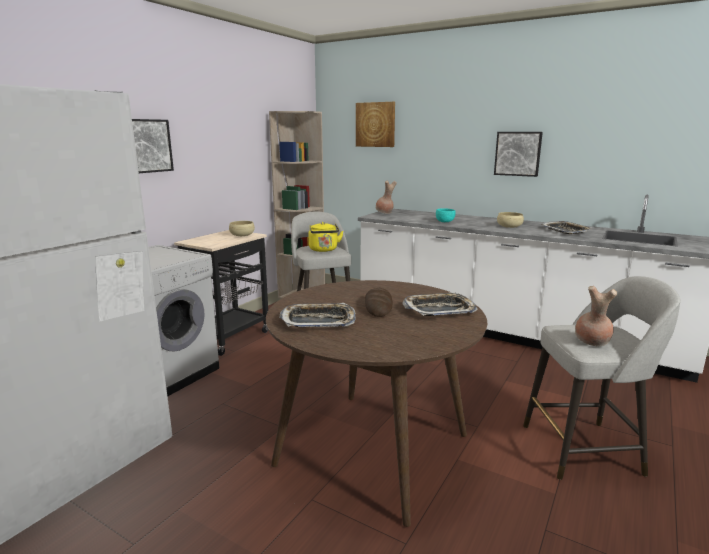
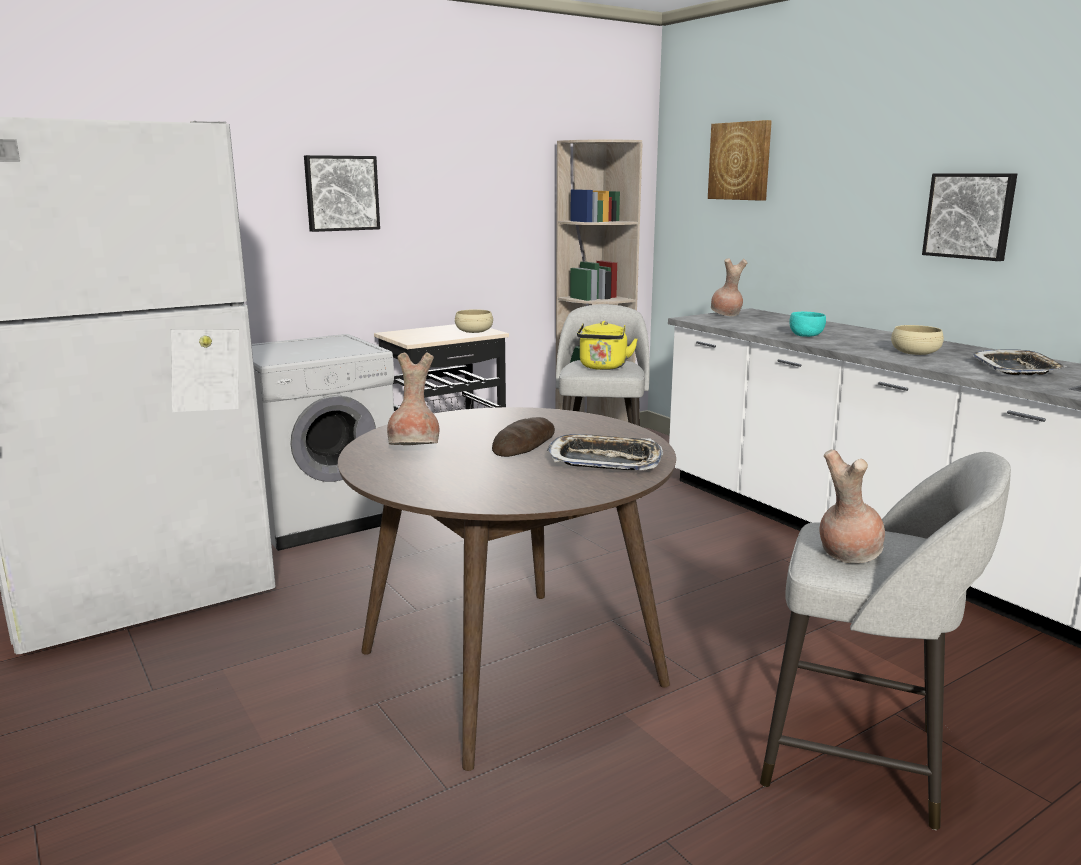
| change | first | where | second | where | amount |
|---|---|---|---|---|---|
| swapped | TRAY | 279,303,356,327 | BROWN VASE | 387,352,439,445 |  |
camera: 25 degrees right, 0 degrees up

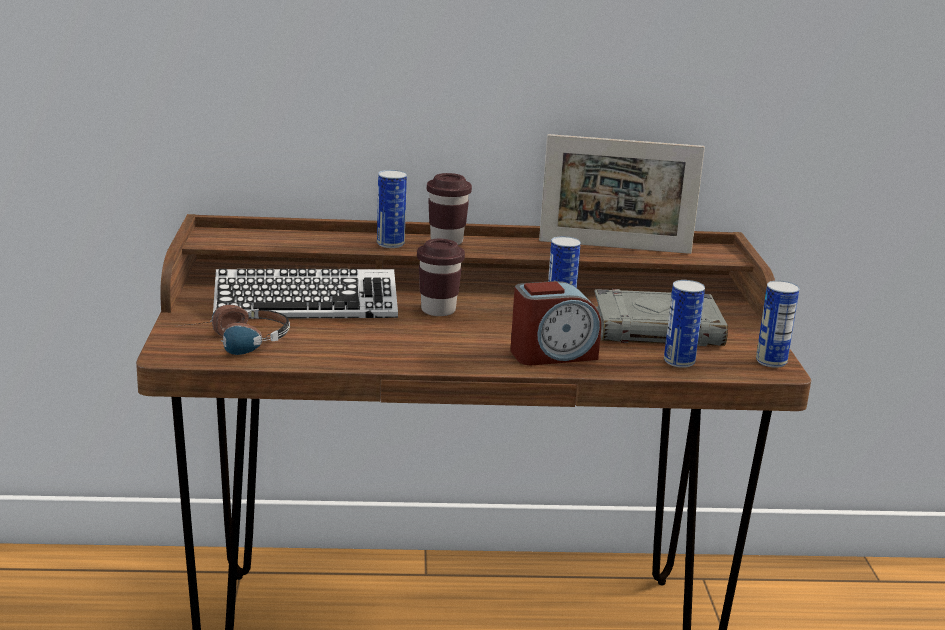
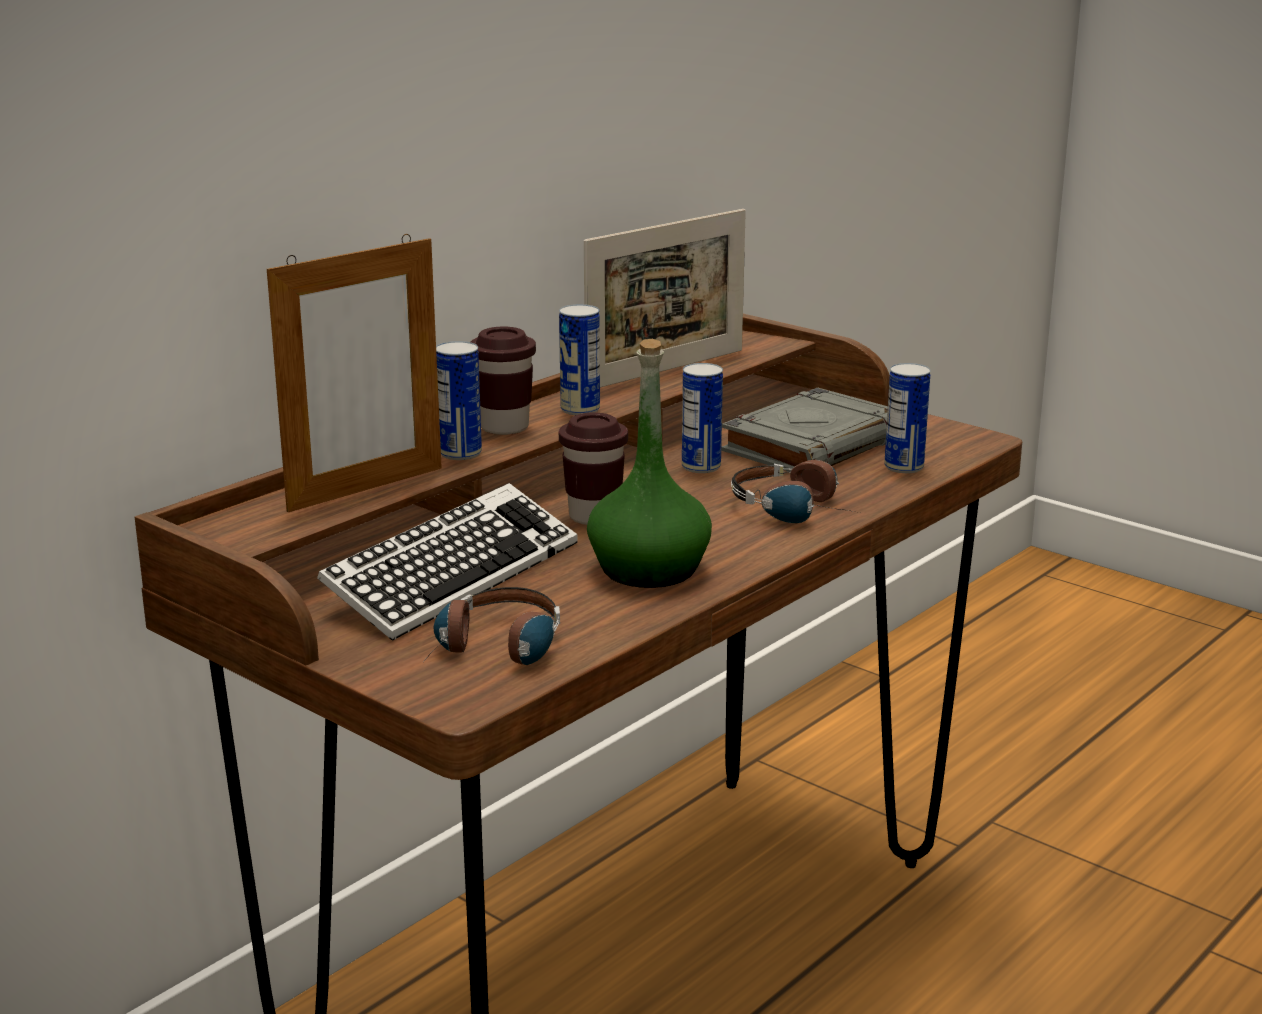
| change | first | where | second | where | amount |
|---|---|---|---|---|---|
| new |  |  | PICTURE FRAME | 267,234,442,512 |  |
| shifted | CAN | 756,281,800,368 |  | 559,304,600,415 |  |
| new |  |  | GREEN BOTTLE | 587,339,712,588 |  |
| swapped | ALARM CLOCK | 510,281,601,365 | HEADPHONES | 731,460,859,523 |  |
camera: 45 degrees left, 0 degrees up

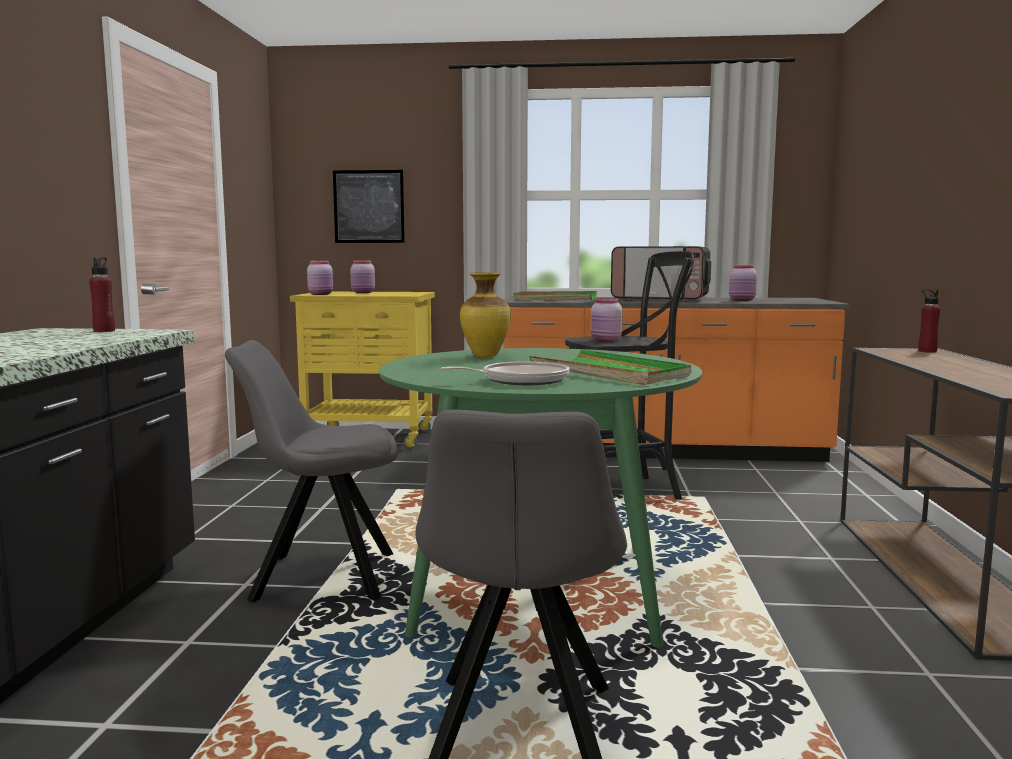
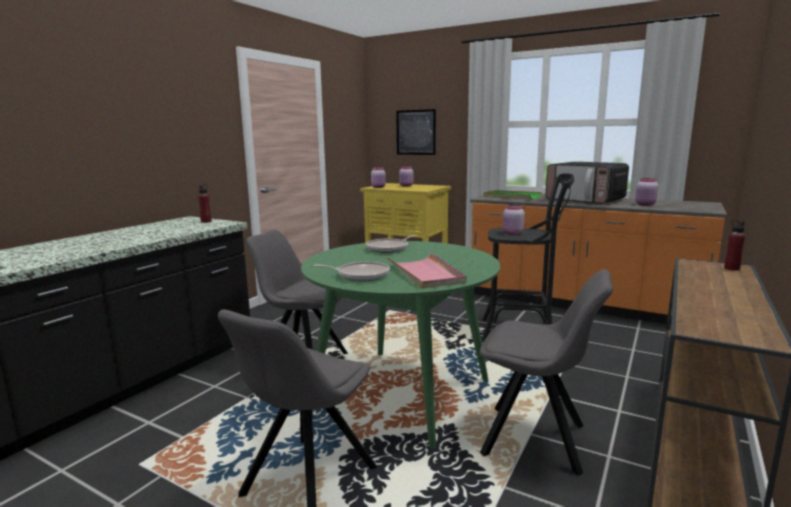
| change | first | where | second | where | amount |
|---|---|---|---|---|---|
| swapped | VASE | 460,273,511,357 | FRYING PAN | 366,235,417,253 |  |
| repainted | GREEN TRAY | 529,349,691,385 | PINK TRAY | 387,253,467,289 |  |
| new |  |  | GREY CHAIR | 480,269,613,475 |  |
camera: 25 degrees right, 5 degrees up

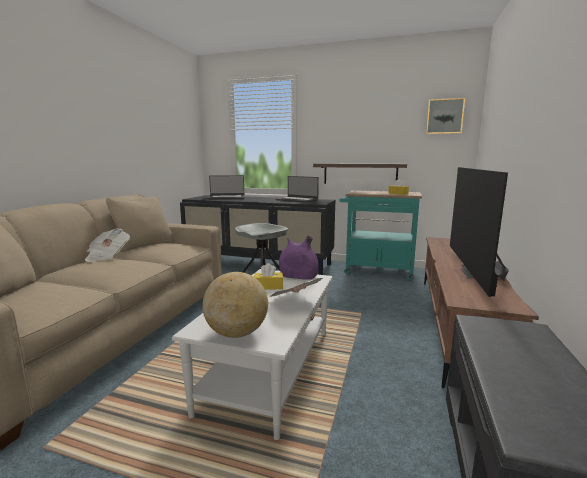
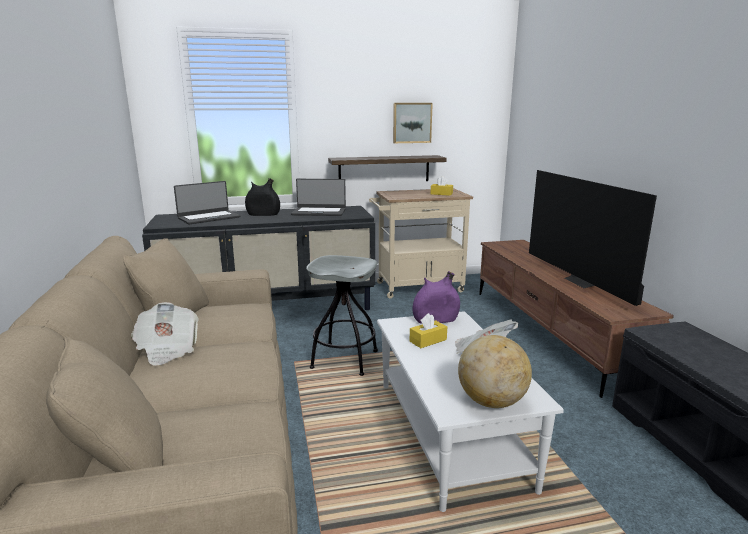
| change | first | where | second | where | amount |
|---|---|---|---|---|---|
| new |  |  | BLACK VASE | 245,178,280,216 |  |
| repainted | TURQUOISE CART | 339,190,422,280 | BEIGE CART | 369,188,473,298 |  |
| shifted | PICTURE | 426,98,465,134 |  | 393,103,433,143 |  |
camera: 30 degrees left, 5 degrees up

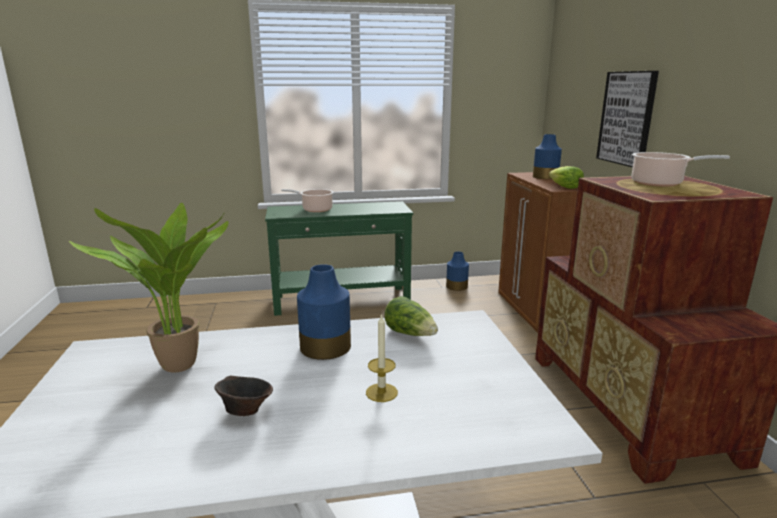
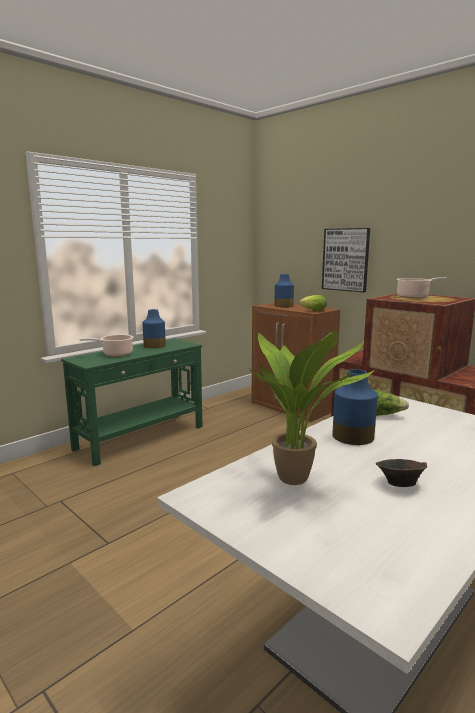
| change | first | where | second | where | amount |
|---|---|---|---|---|---|
| shifted | BLUE VASE | 446,252,469,291 |  | 142,309,166,348 |  |
| gone | CANDLE | 366,314,398,402 |  |  |  |
camera: 35 degrees left, 5 degrees down

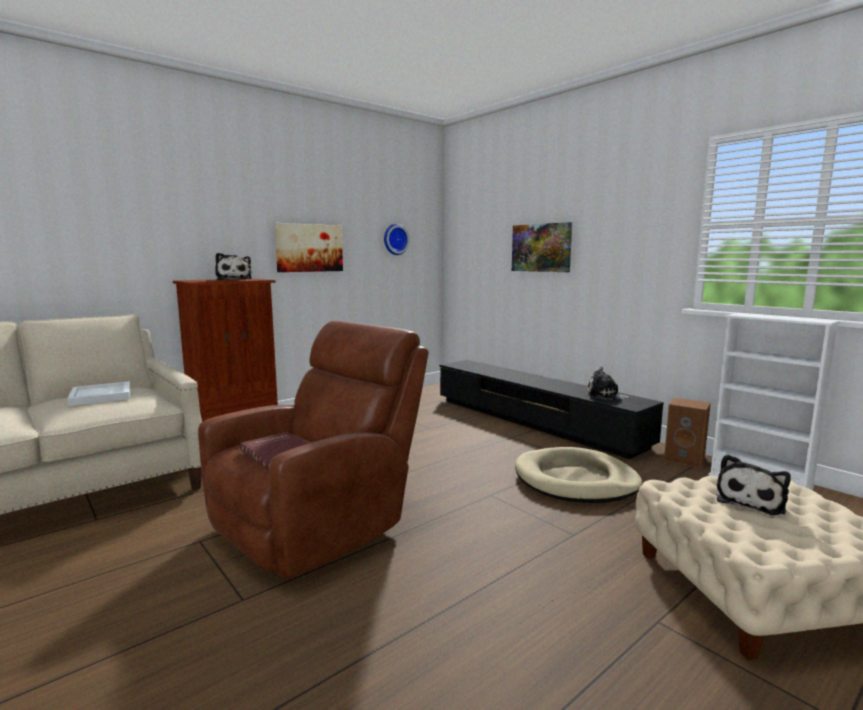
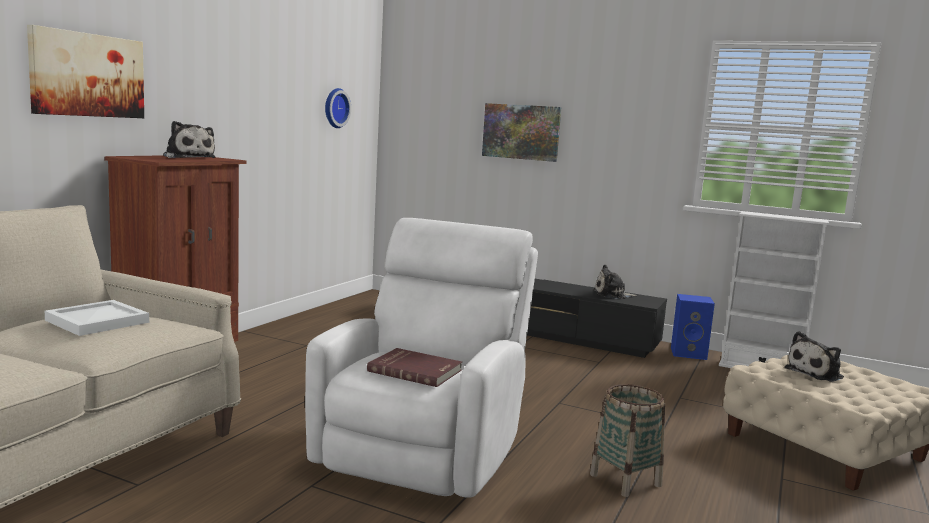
| change | first | where | second | where | amount |
|---|---|---|---|---|---|
| shifted | PICTURE | 275,223,343,272 |  | 27,25,144,118 |  |
| repainted | BROWN ARMCHAIR | 198,320,429,578 | WHITE ARMCHAIR | 305,218,538,498 |  |
| new |  |  | BASKET | 590,384,665,497 |  |
| repainted | BROWN SPEAKER | 664,398,711,468 | BLUE SPEAKER | 671,294,715,360 |  |
| rotated | PLUSH TOY | 716,454,791,515 |  | 785,331,844,382 | 45 degrees clockwise |
| gone | BEIGE DOG BED | 515,447,642,503 |  |  |  |
camera: 25 degrees left, 0 degrees up

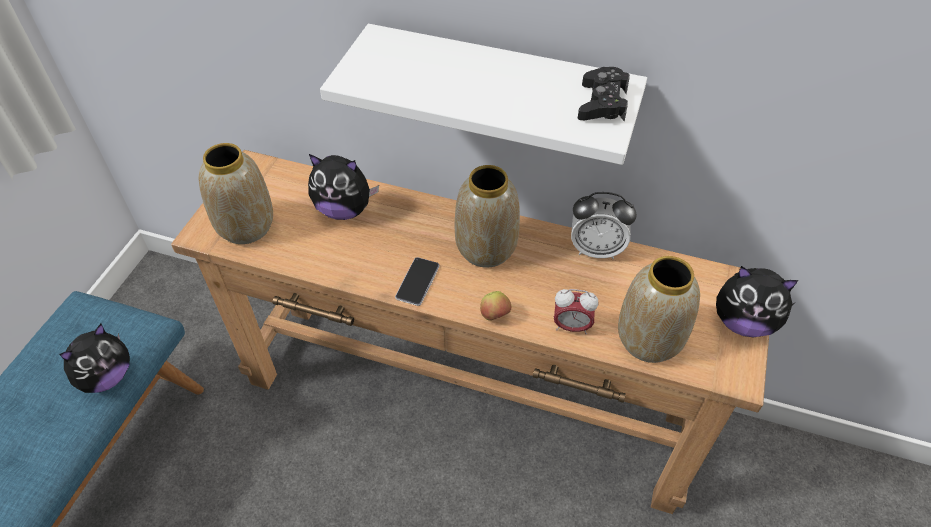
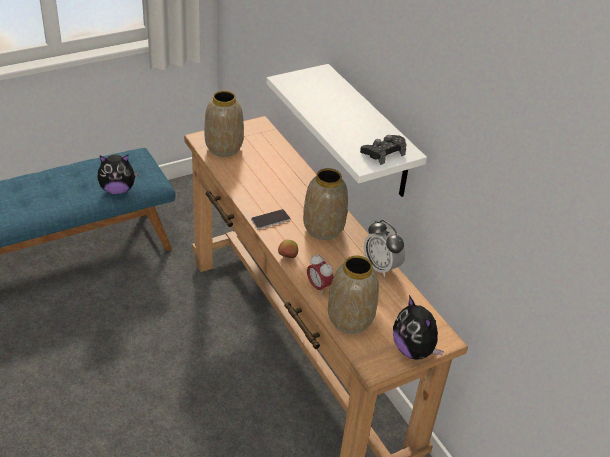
| change | first | where | second | where | amount |
|---|---|---|---|---|---|
| gone | PLUSH TOY | 308,154,379,220 |  |  |  |
camera: 40 degrees right, 10 degrees down

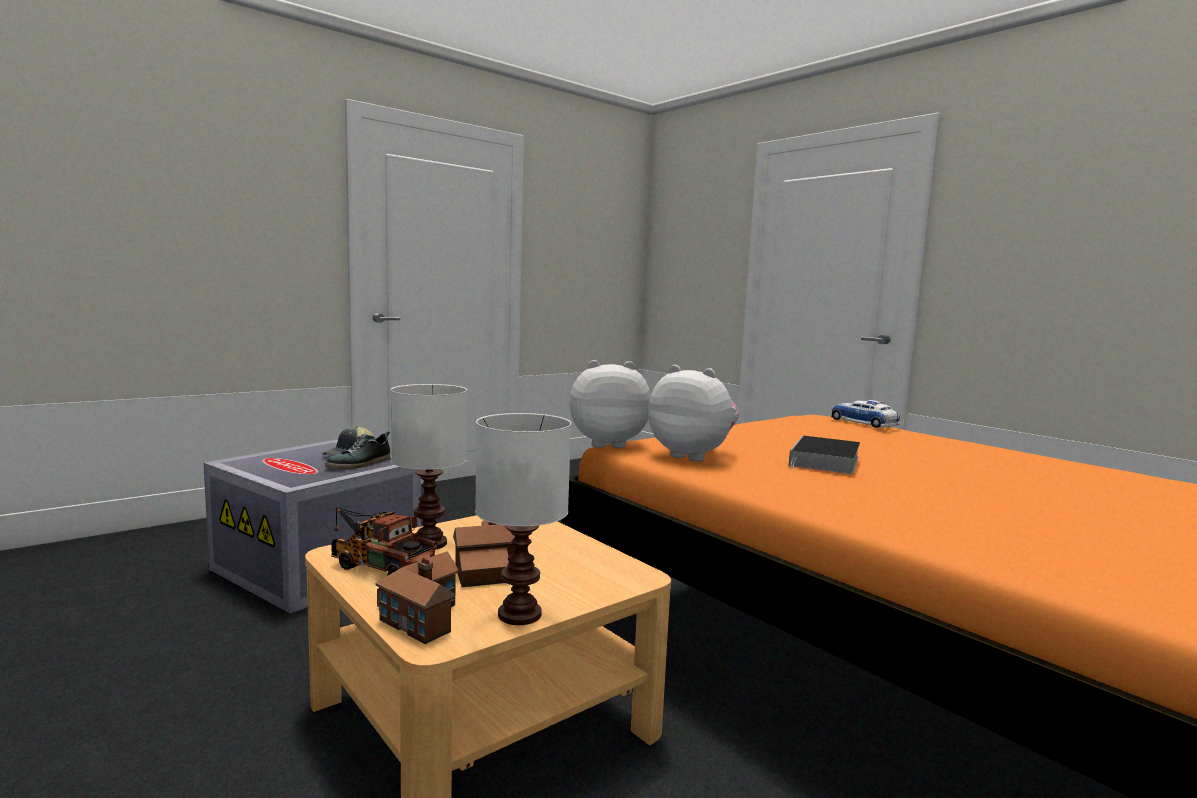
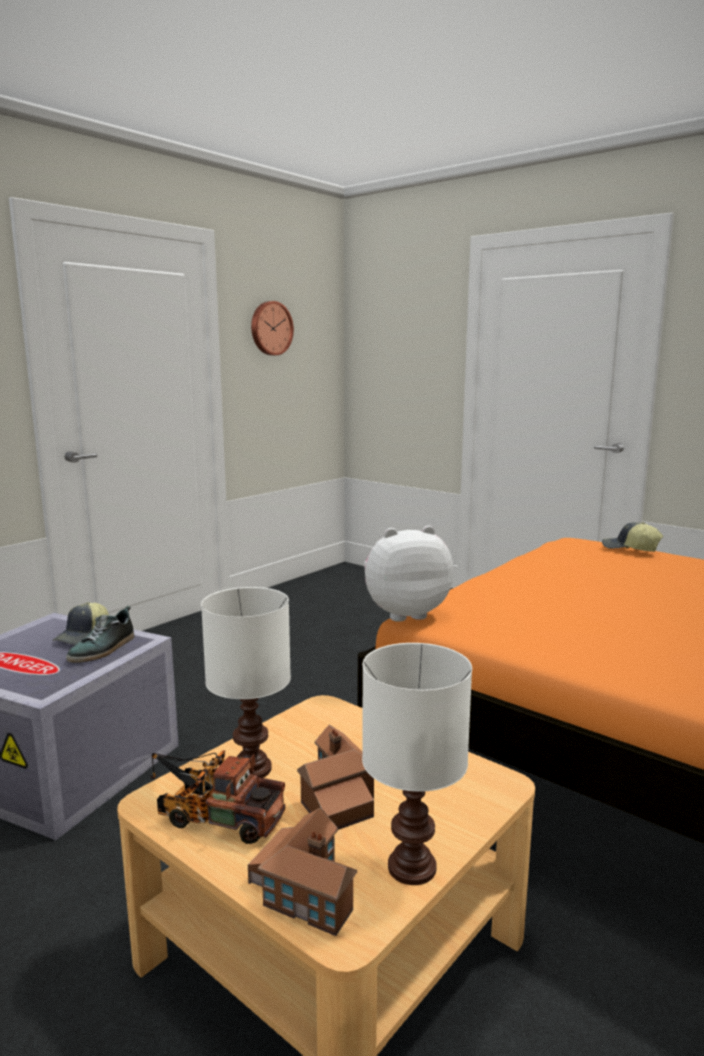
| change | first | where | second | where | amount |
|---|---|---|---|---|---|
| new |  |  | WALL CLOCK | 251,301,294,355 |  |
| swapped | TOY CAR | 831,400,900,428 | CAP | 602,522,663,552 |  |
| gone | PLUSH TOY | 648,365,739,462 |  |  |  |
| gone | BOOK | 789,436,860,474 |  |  |  |
camera: 10 degrees left, 5 degrees up

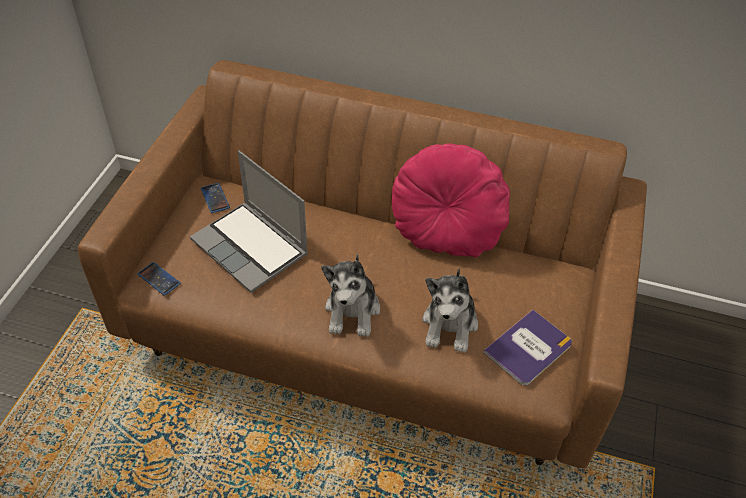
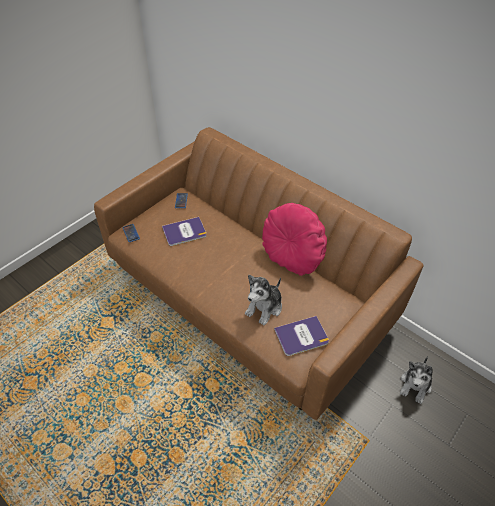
| change | first | where | second | where | amount |
|---|---|---|---|---|---|
| swapped | LAPTOP | 190,150,308,293 | BOOK | 162,217,207,246 |  |
| shifted | PLUSH TOY | 322,254,380,337 |  | 400,356,433,404 |  |
camera: 25 degrees right, 0 degrees up

